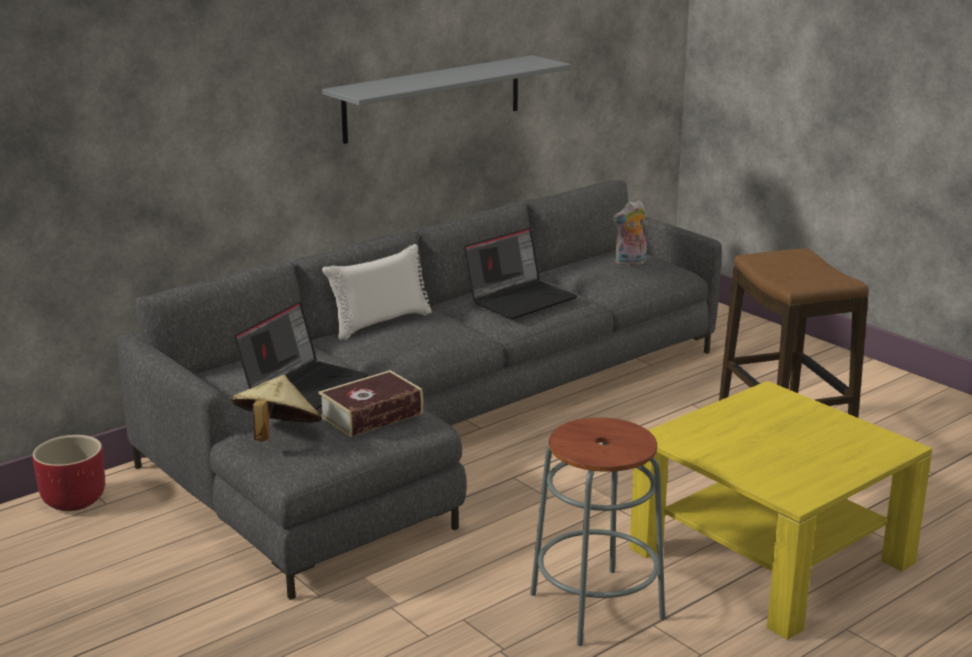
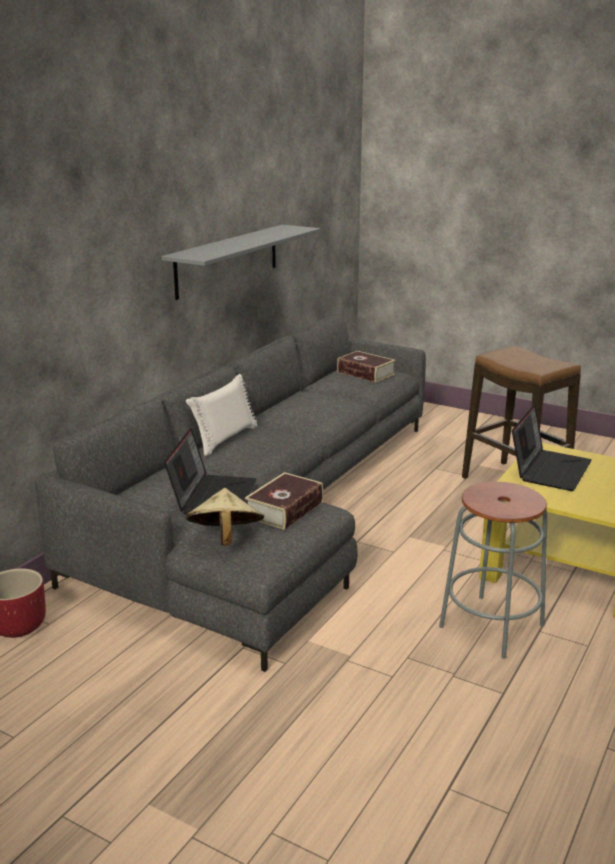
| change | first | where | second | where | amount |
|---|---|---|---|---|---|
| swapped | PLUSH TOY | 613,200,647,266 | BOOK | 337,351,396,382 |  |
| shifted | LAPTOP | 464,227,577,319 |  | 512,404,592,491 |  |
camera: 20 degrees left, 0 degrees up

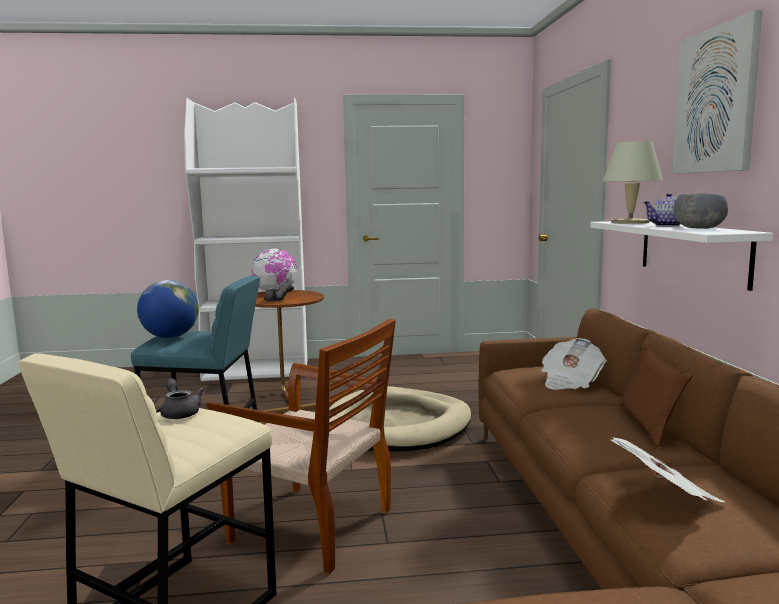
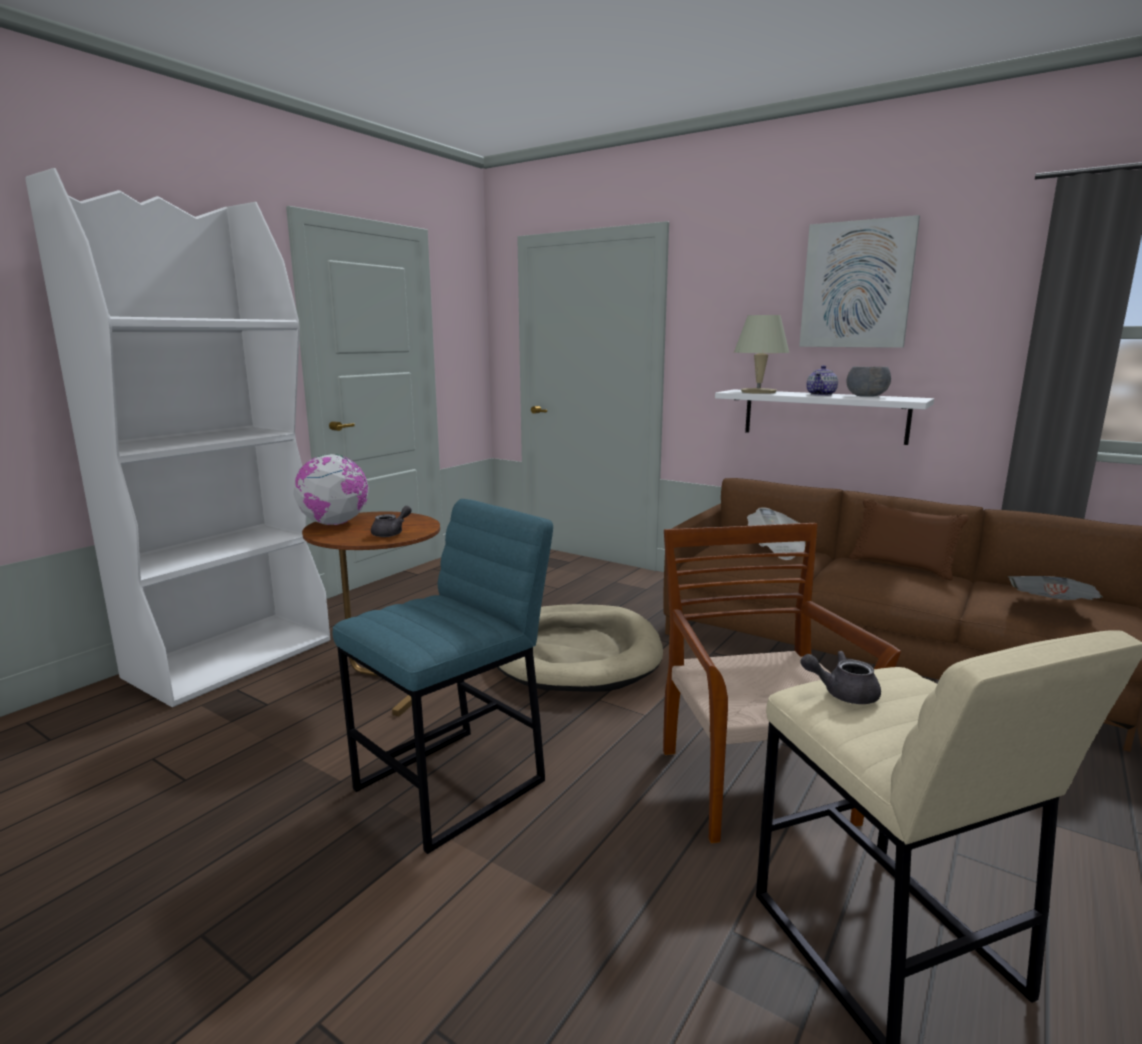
| change | first | where | second | where | amount |
|---|---|---|---|---|---|
| rotated | BROWN ARMCHAIR | 206,318,396,574 |  | 663,523,901,843 | 75 degrees counterclockwise |
| gone | GLOBE | 137,280,199,338 |  |  |  |
camera: 50 degrees left, 5 degrees up

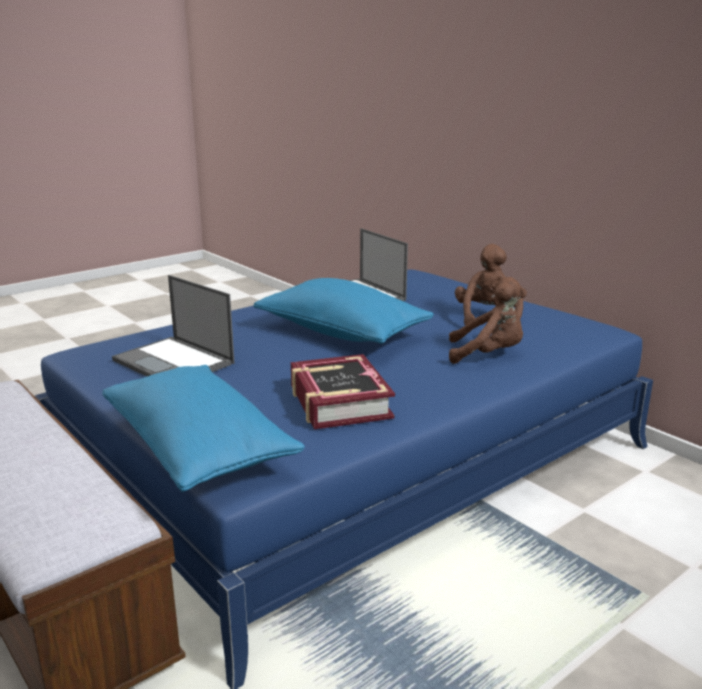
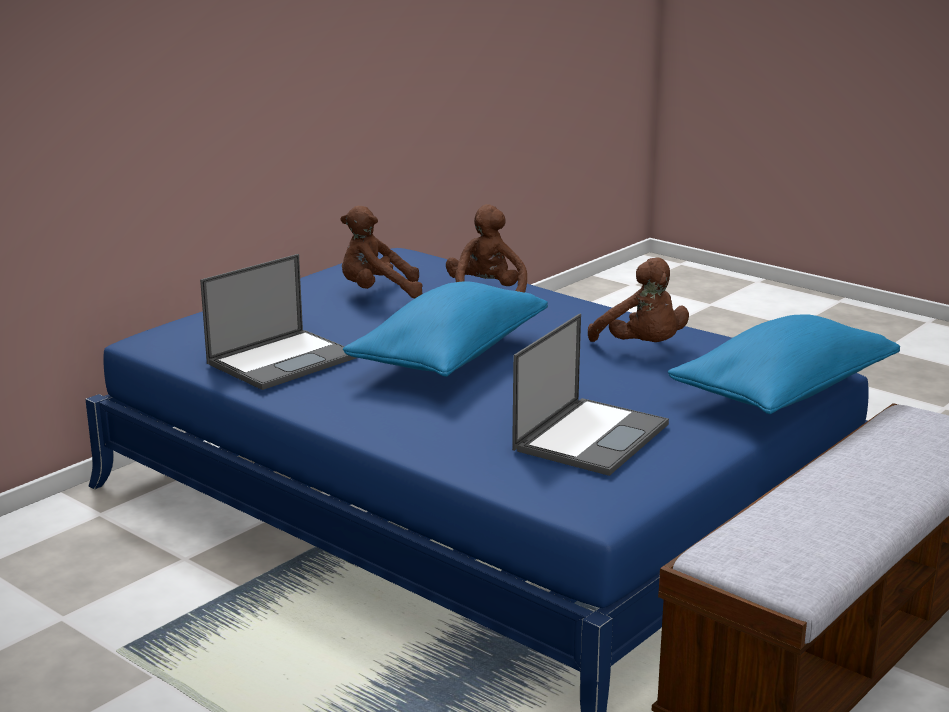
| change | first | where | second | where | amount |
|---|---|---|---|---|---|
| swapped | BOOK | 291,354,395,430 | BROWN PLUSH TOY | 588,257,689,342 |  |
camera: 100 degrees left, 0 degrees up

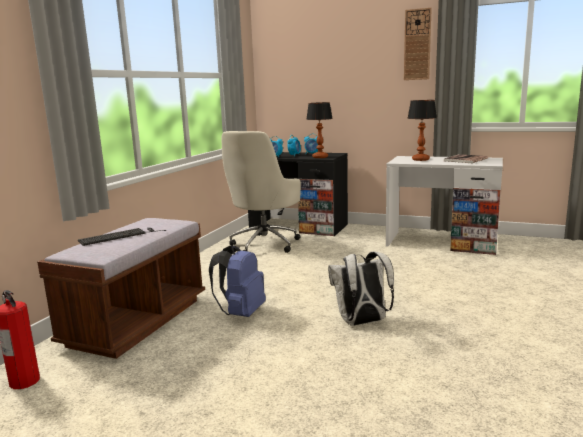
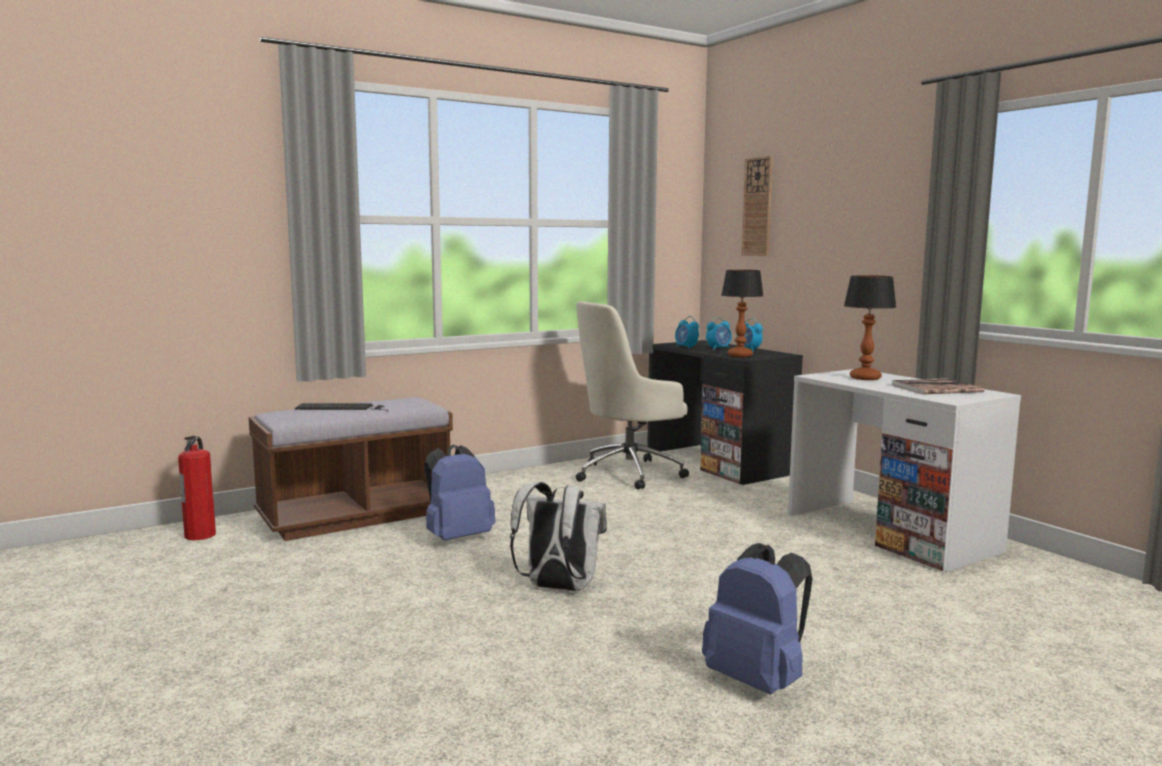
| change | first | where | second | where | amount |
|---|---|---|---|---|---|
| new |  |  | BLUE BACKPACK | 702,543,813,695 |  |
| shifted | WALL CLOCK | 404,8,432,80 |  | 742,156,773,256 |  |
camera: 35 degrees right, 5 degrees down

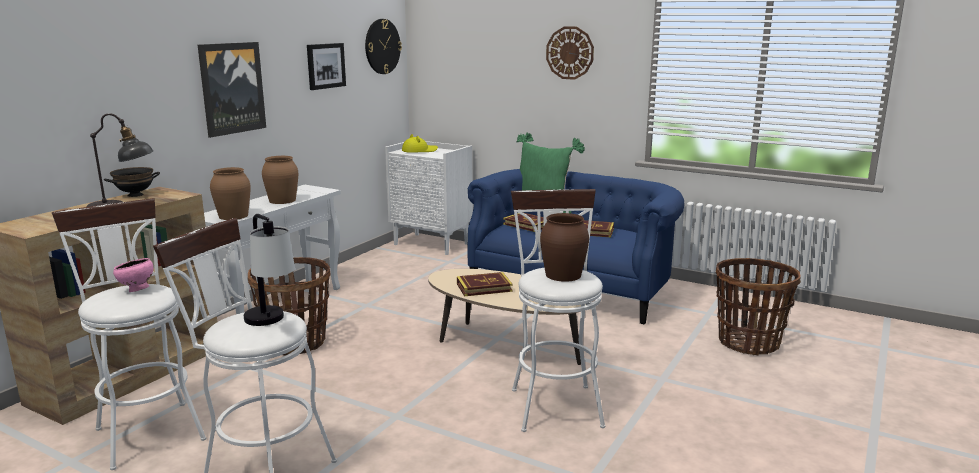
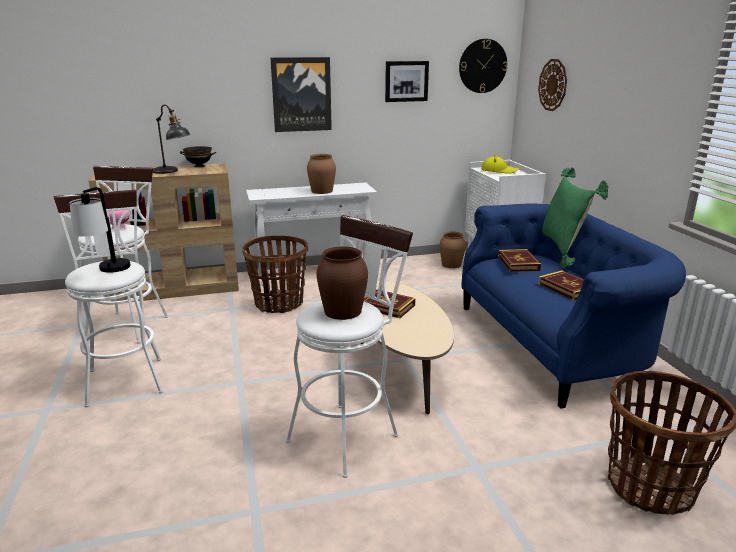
| change | first | where | second | where | amount |
|---|---|---|---|---|---|
| shifted | BROWN VASE | 210,167,251,220 |  | 440,231,466,268 |  |
| shifted | WALL CLOCK | 546,26,594,80 |  | 538,59,567,111 |  |
camera: 45 degrees right, 5 degrees up

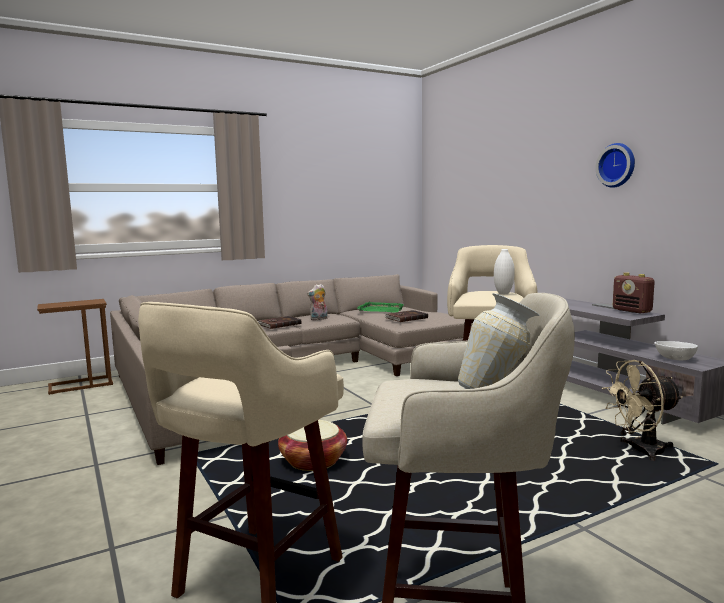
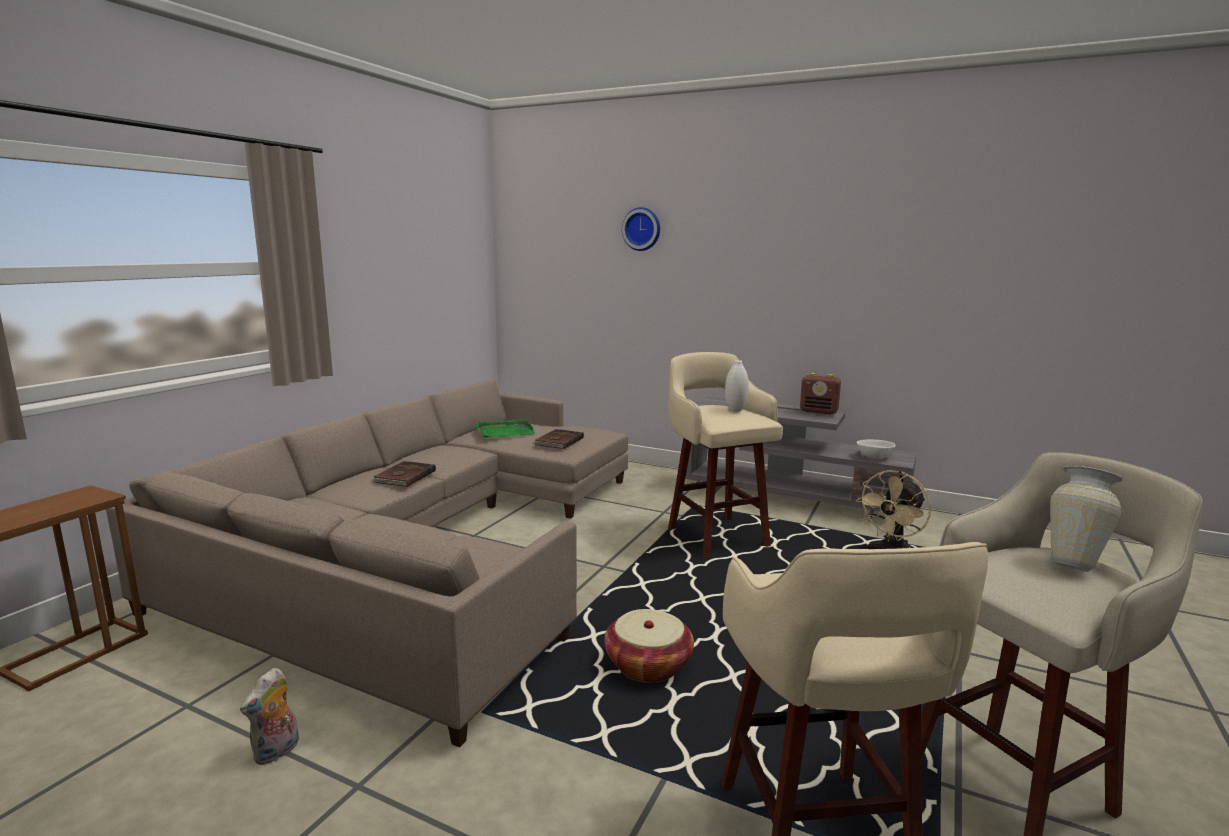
| change | first | where | second | where | amount |
|---|---|---|---|---|---|
| shifted | PLUSH TOY | 307,284,328,320 |  | 240,668,299,765 |  |
| shifted | WALL CLOCK | 596,143,635,188 |  | 622,207,660,251 |  |
camera: 35 degrees left, 5 degrees up

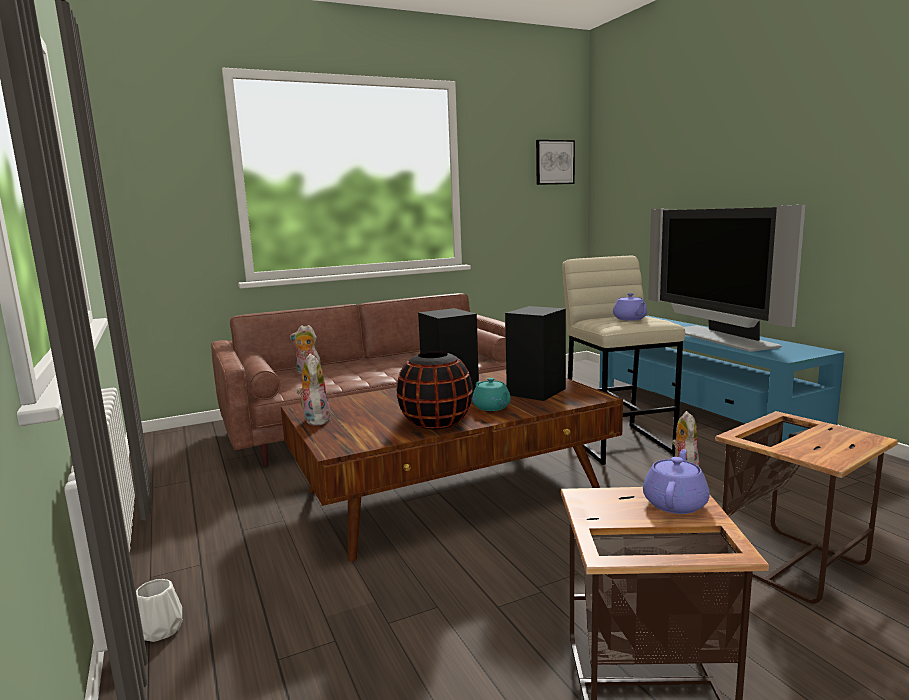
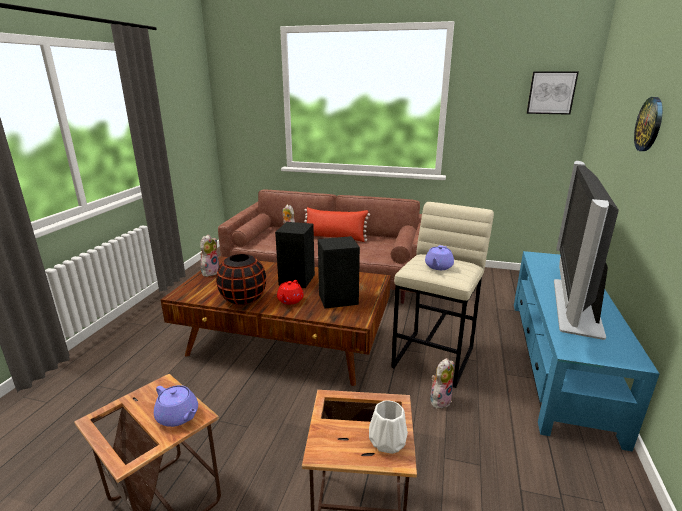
| change | first | where | second | where | amount |
|---|---|---|---|---|---|
| rotated | PURPLE TEAPOT | 643,449,710,514 |  | 154,385,198,427 | 60 degrees clockwise |
| repainted | TURQUOISE TEAPOT | 472,378,511,411 | RED TEAPOT | 277,280,304,304 |  |
| new |  |  | RED PILLOW | 304,207,370,242 |  |
| shifted | WHITE VASE | 136,579,183,642 |  | 369,400,408,454 |  |
| new |  |  | WALL CLOCK | 634,97,663,151 |  |
camera: 40 degrees right, 10 degrees up

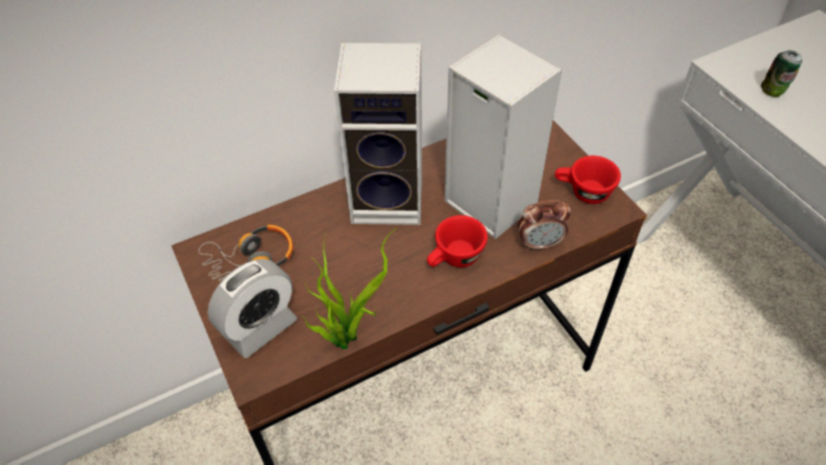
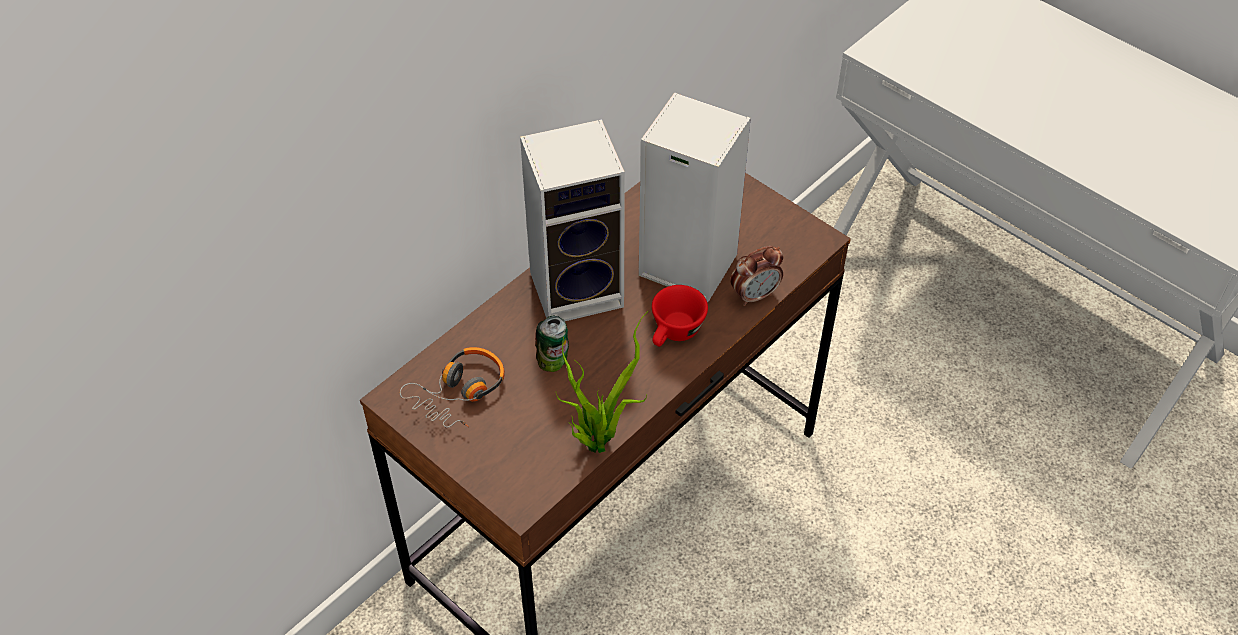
| change | first | where | second | where | amount |
|---|---|---|---|---|---|
| shifted | CAN | 761,50,802,97 |  | 535,316,569,372 |  |
| gone | ALARM CLOCK | 208,259,297,358 |  |  |  |
| gone | RED CUP | 555,156,621,204 |  |  |  |
camera: 20 degrees left, 0 degrees up

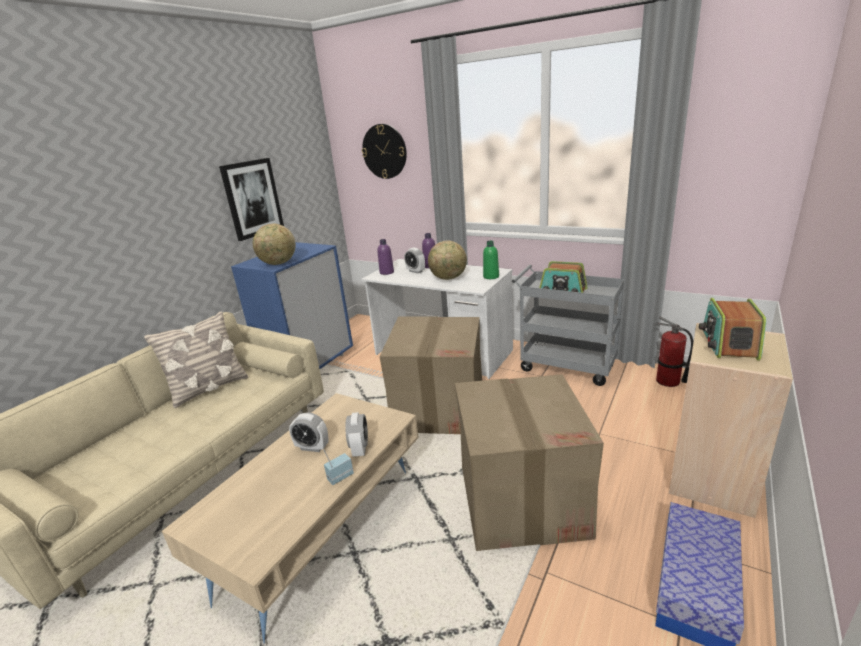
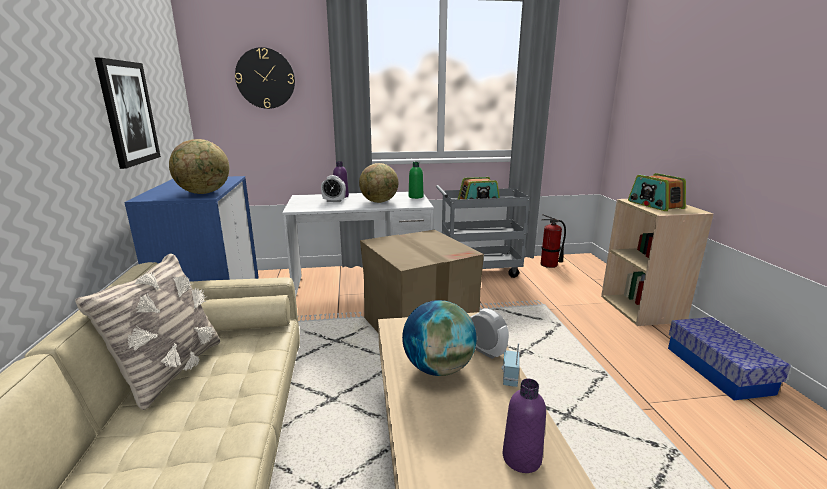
| change | first | where | second | where | amount |
|---|---|---|---|---|---|
| swapped | ALARM CLOCK | 289,412,328,452 | GLOBE | 402,300,476,376 |  |
| shifted | PURPLE BOTTLE | 377,239,394,275 |  | 503,378,546,473 |  |
| gone | CARDBOARD BOX | 455,374,604,551 |  |  |  |
camera: 40 degrees left, 5 degrees down

